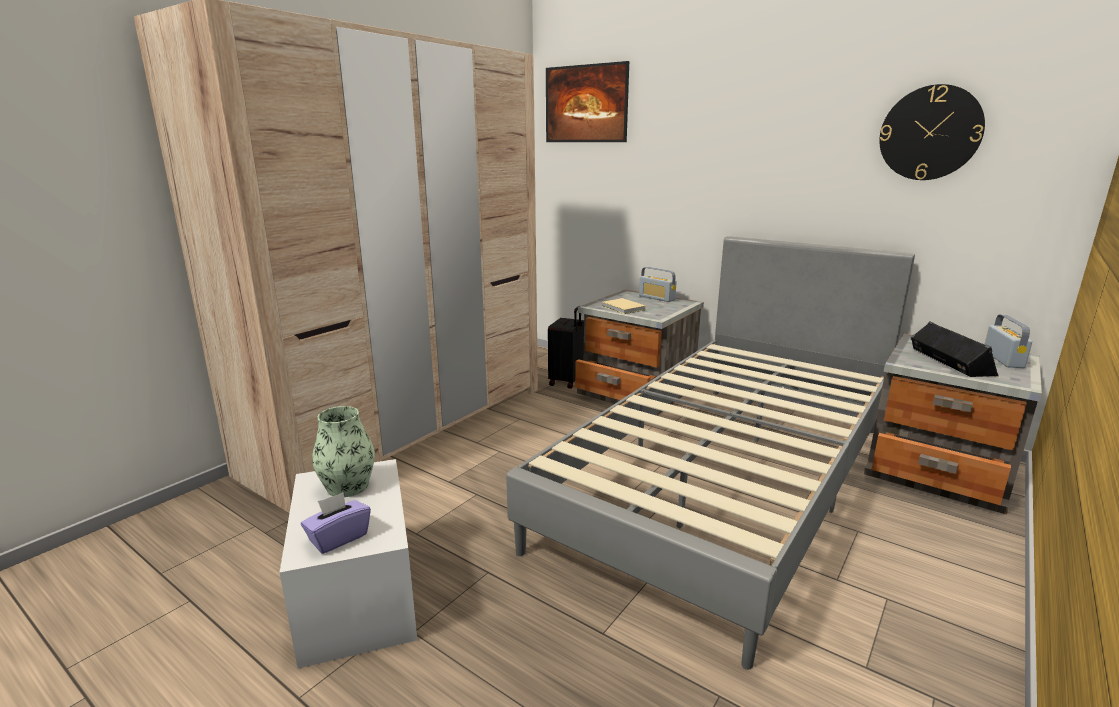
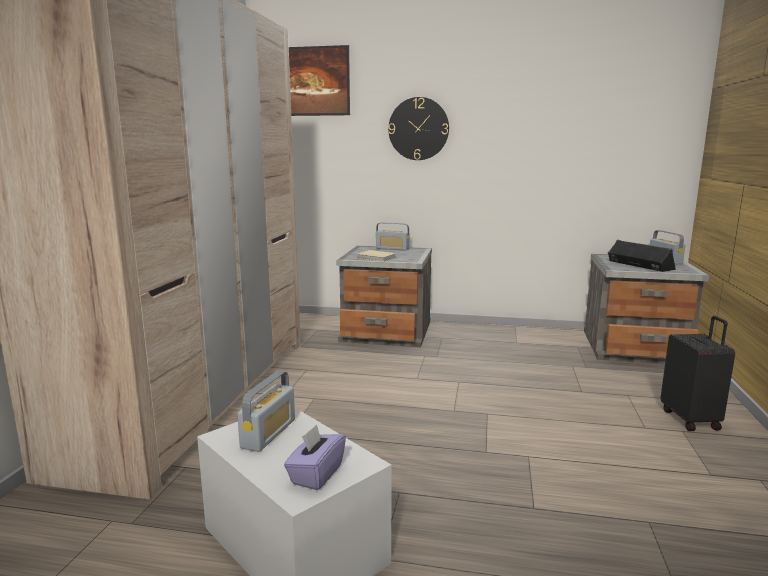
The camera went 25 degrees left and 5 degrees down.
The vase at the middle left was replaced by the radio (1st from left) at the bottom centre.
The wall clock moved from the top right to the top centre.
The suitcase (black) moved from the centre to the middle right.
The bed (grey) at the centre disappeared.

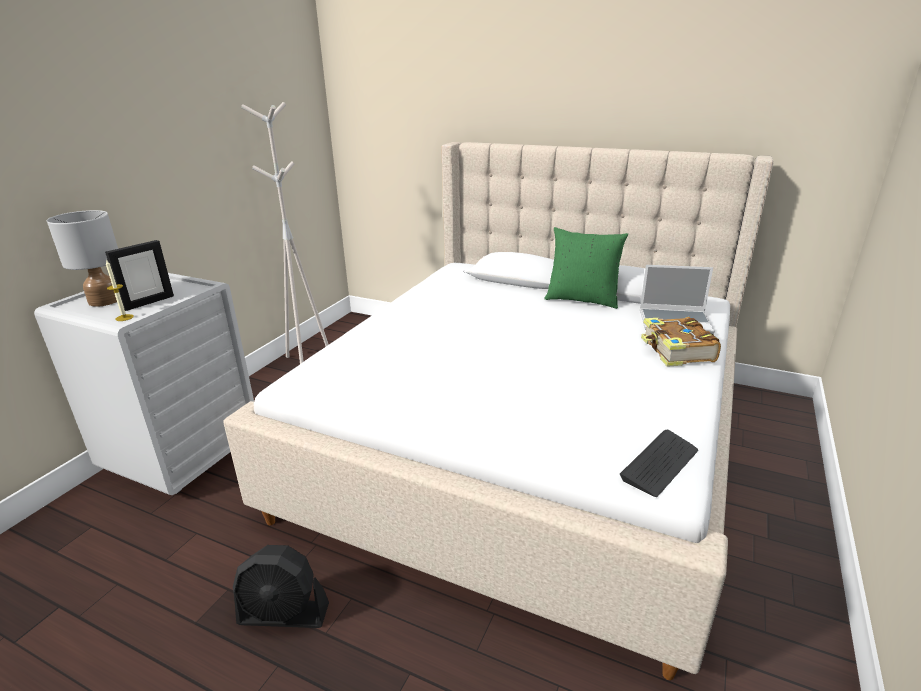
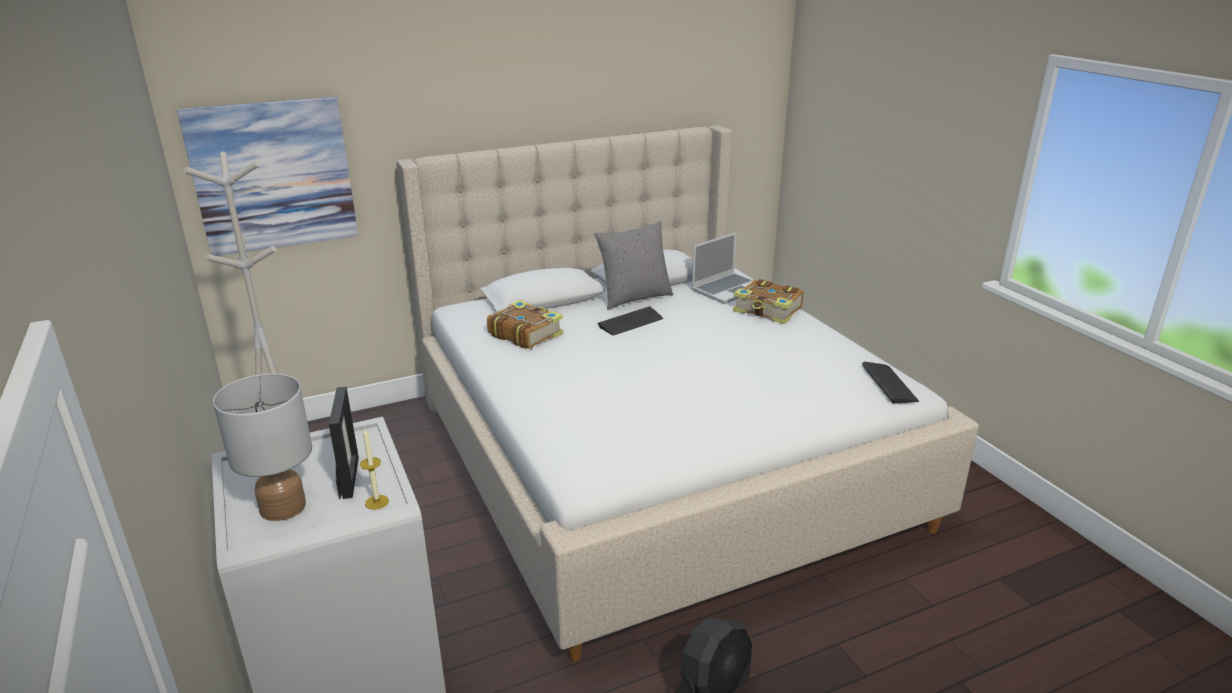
The camera went 50 degrees left and 0 degrees up.
The picture at the top left appeared.
The book (1st from left) at the centre appeared.
The pillow (green) at the centre became the pillow (grey) at the centre.
The keyboard (1st from left) at the centre appeared.

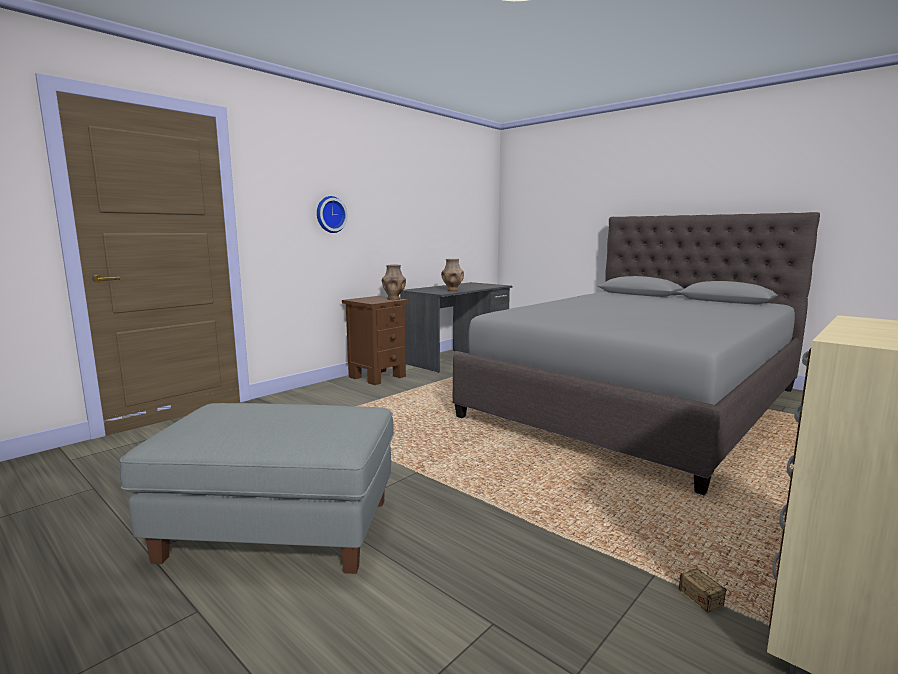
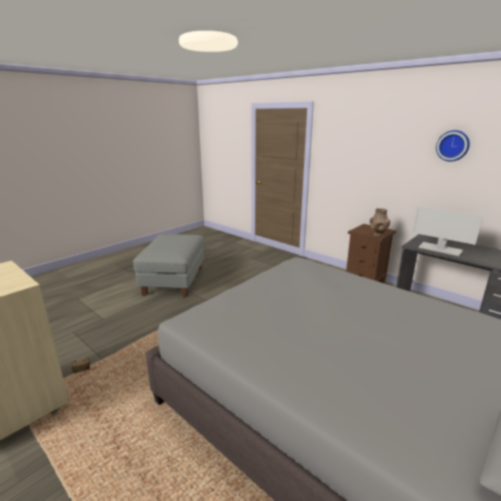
The camera went 90 degrees right and 10 degrees up.
The vase (brown) (2nd from left) at the centre was replaced by the monitor at the middle right.
The wall clock moved from the top centre to the top right.

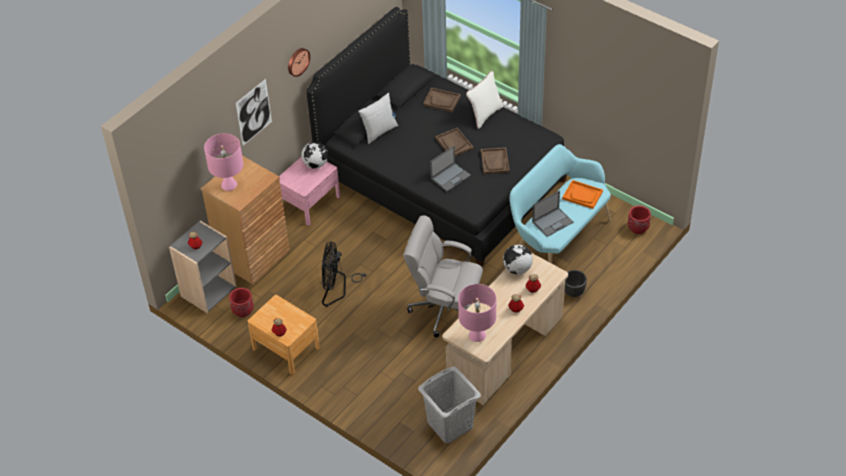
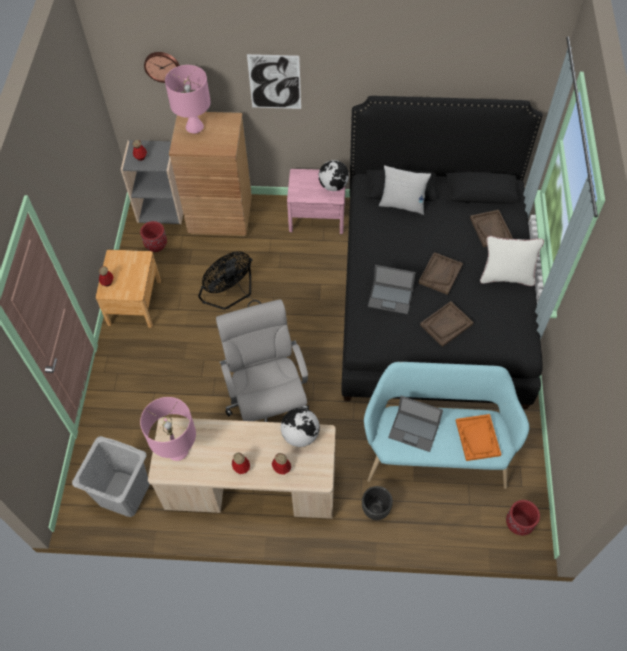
The camera went 55 degrees right and 10 degrees up.
The wall clock moved from the top centre to the top left.

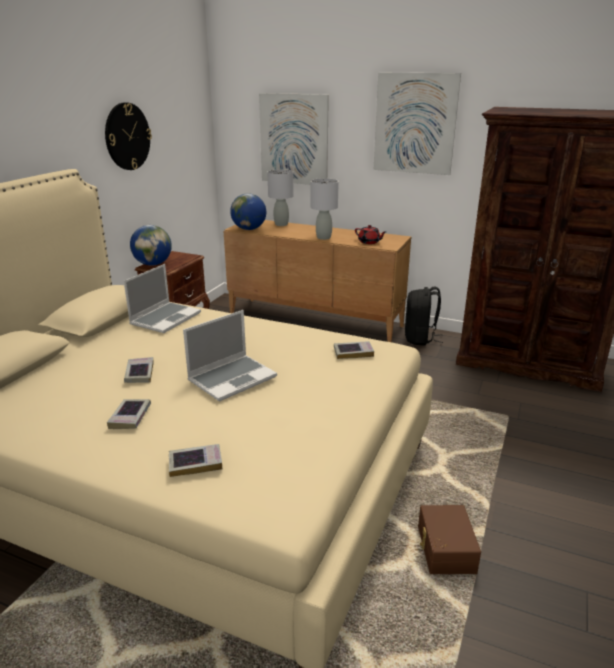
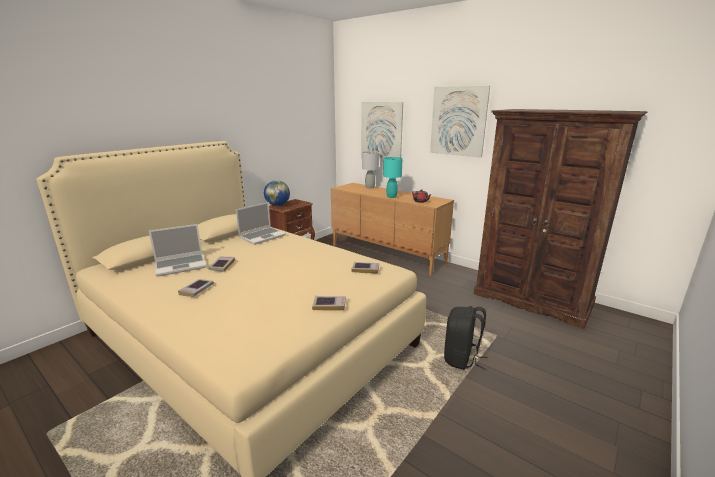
The camera went 15 degrees right and 5 degrees down.
The laptop (2nd from left in the first image) moved from the centre to the middle left.
The book (3rd from left) moved from the bottom left to the centre.
The table lamp (grey) (2nd from left) at the top centre became the table lamp (turquoise) at the centre.
The backpack (black) moved from the middle right to the bottom centre.
The wall clock at the top left disappeared.
The globe (2nd from left) at the top centre disappeared.
The storage box (brown) at the bottom right disappeared.

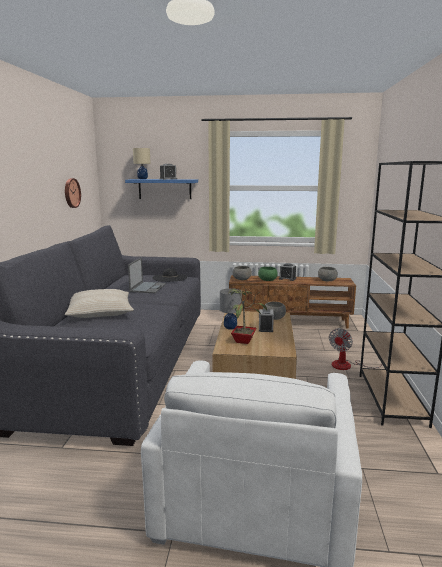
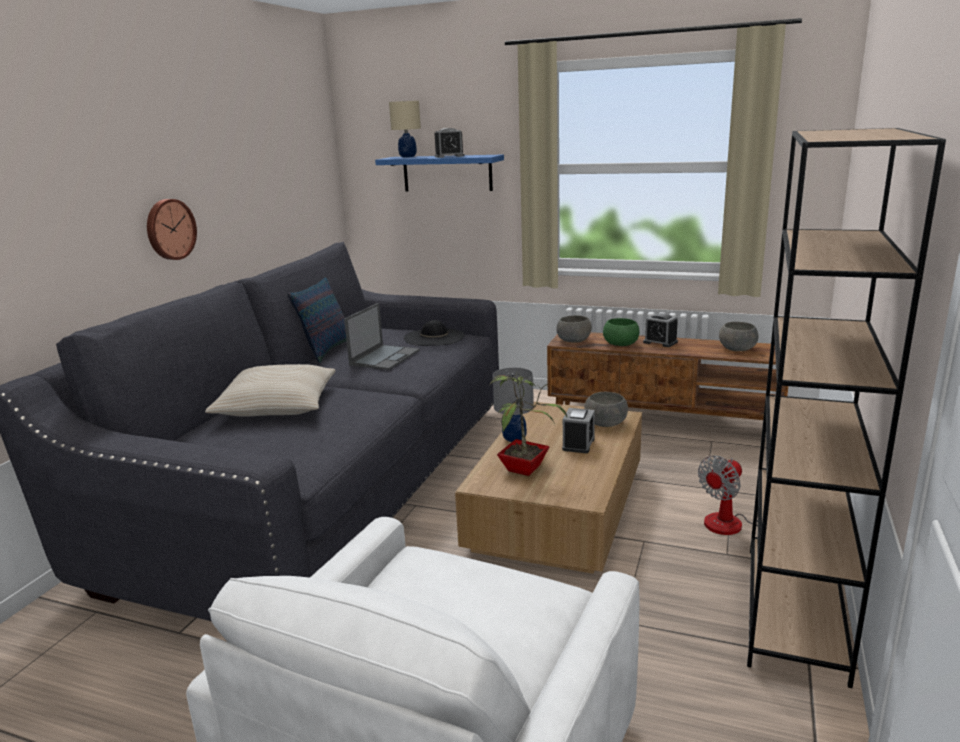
The camera went 15 degrees right and 5 degrees up.
The wall clock moved from the middle left to the top left.
The pillow (blue) at the middle left appeared.

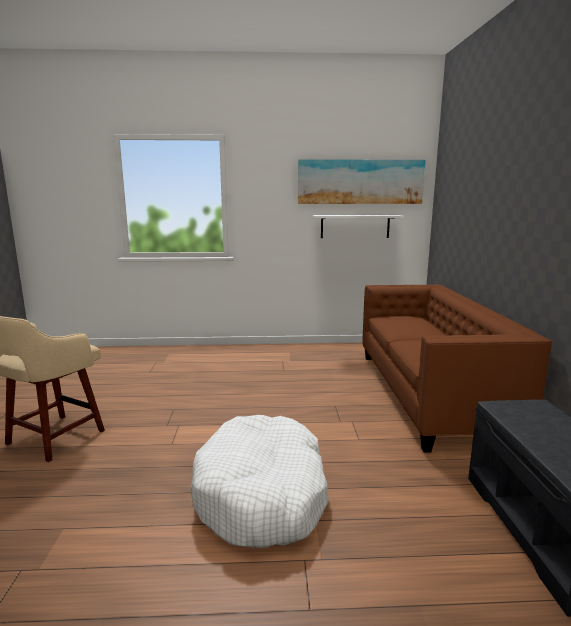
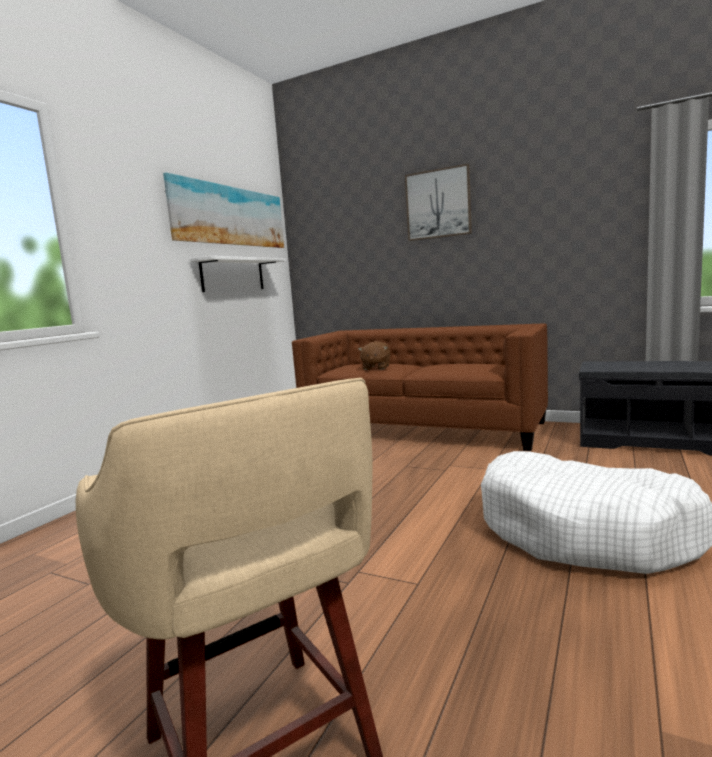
The camera went 60 degrees left and 5 degrees down.
The plush toy (brown) at the centre appeared.
The picture (2nd from left) at the top centre appeared.

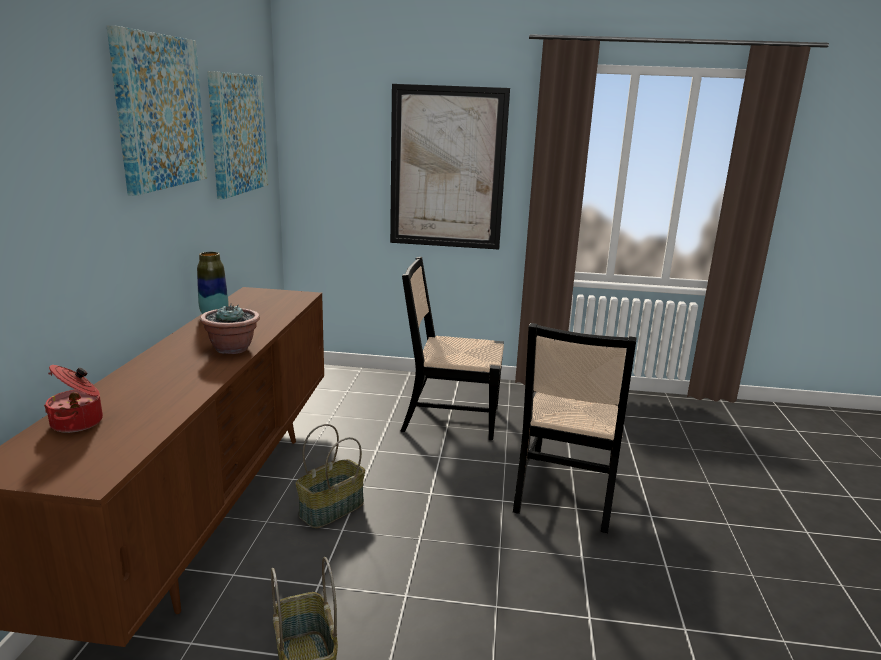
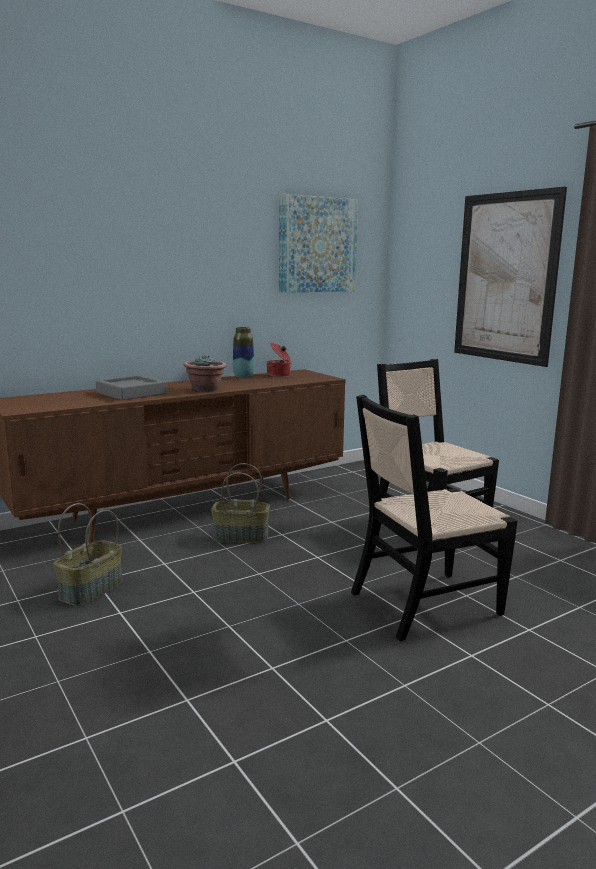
The camera went 50 degrees right and 5 degrees down.
The tray (grey) at the middle left appeared.
The cooking pot moved from the middle left to the centre.
The picture (1st from left) at the top left disappeared.

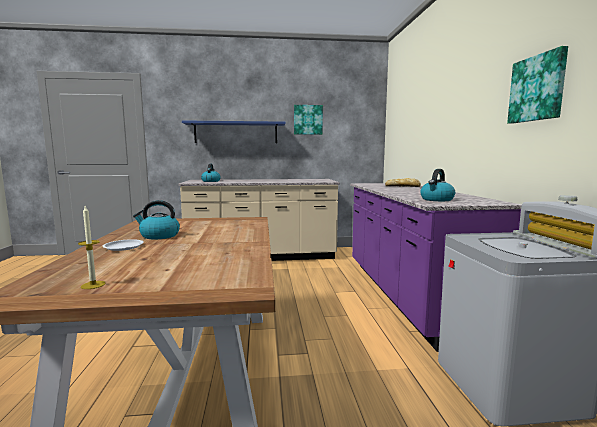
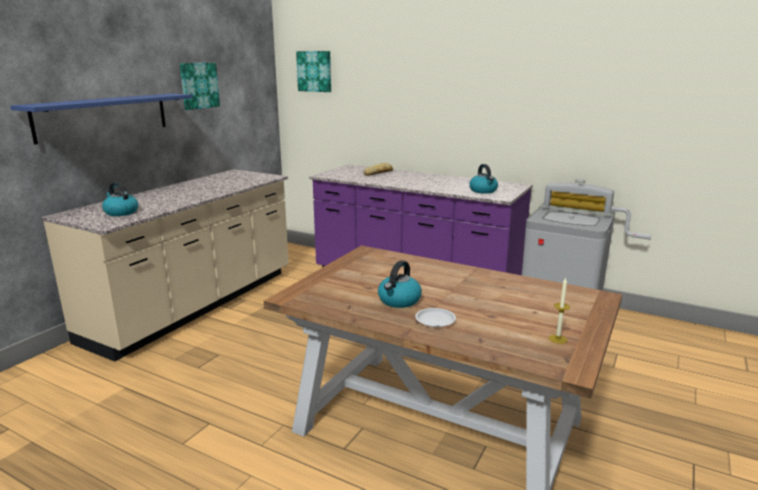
The camera went 55 degrees left and 10 degrees up.
The picture (2nd from left) moved from the top right to the top centre.

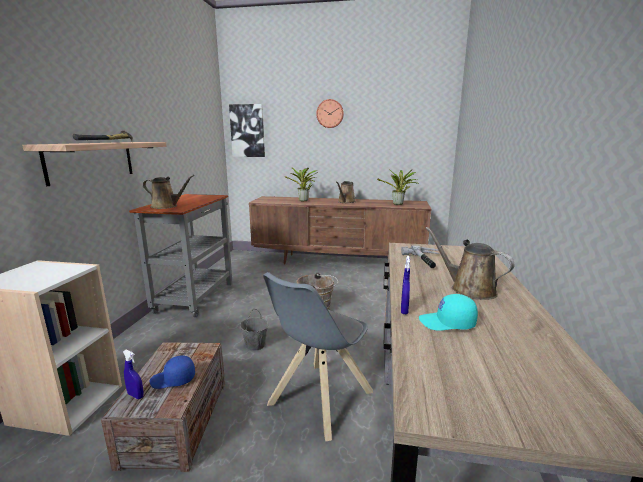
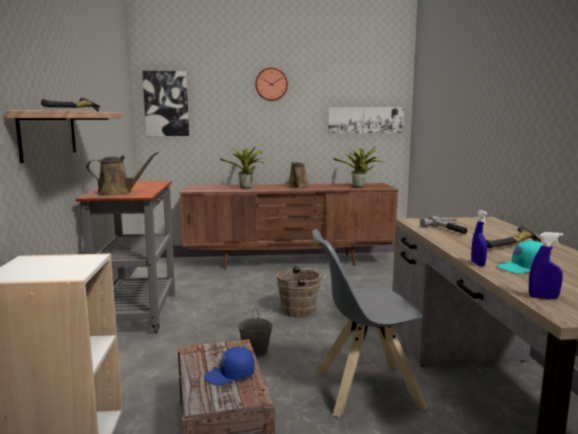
The camera went 15 degrees left and 5 degrees down.
The chair (grey) at the bottom centre turned 60 degrees clockwise.
The picture (2nd from left) at the top centre appeared.
The watering can (brown) (3rd from left) at the middle right was replaced by the hammer (3rd from left) at the middle right.
The spray bottle (blue) (1st from left in the first image) moved from the bottom left to the middle right.

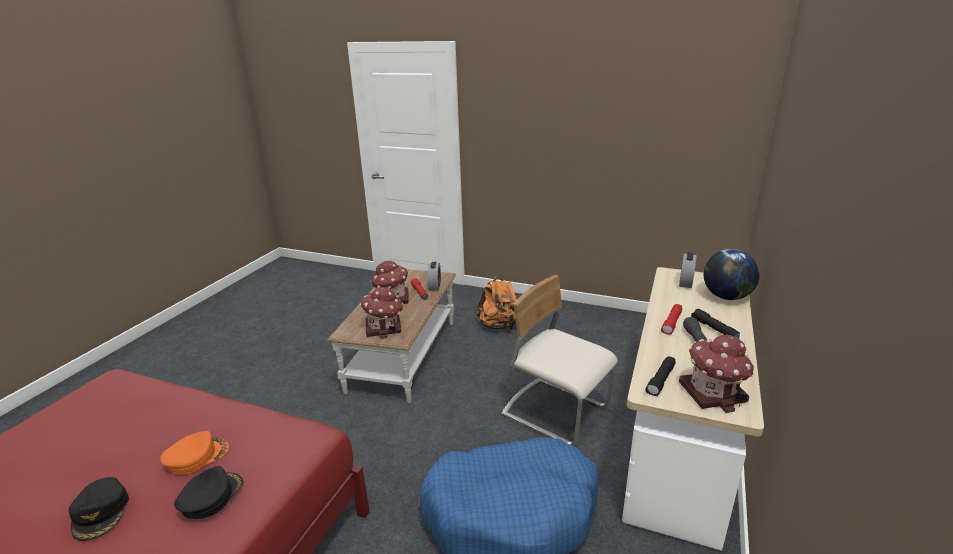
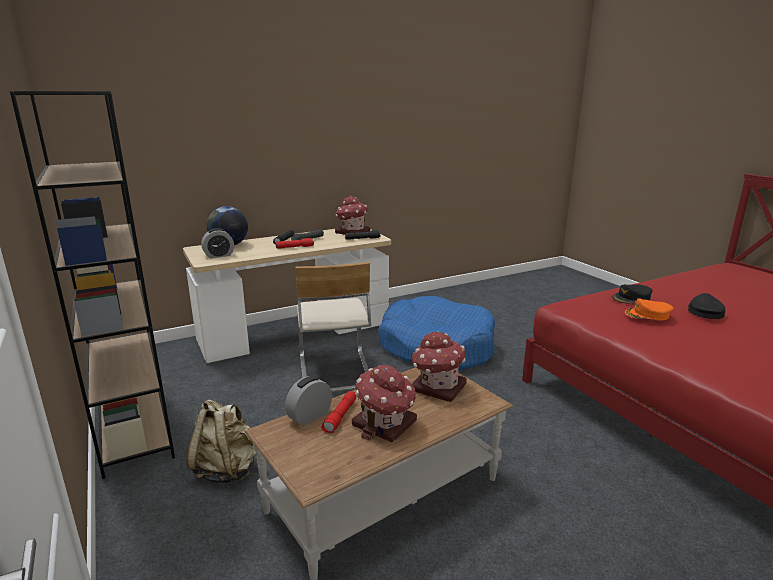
The camera went 140 degrees left and 5 degrees down.
The bookcase (beige) at the middle left appeared.
The backpack (orange) at the centre became the backpack (beige) at the bottom left.

